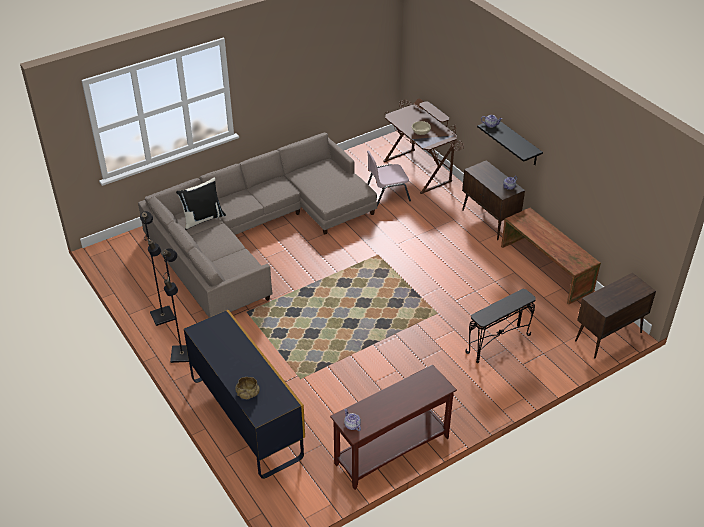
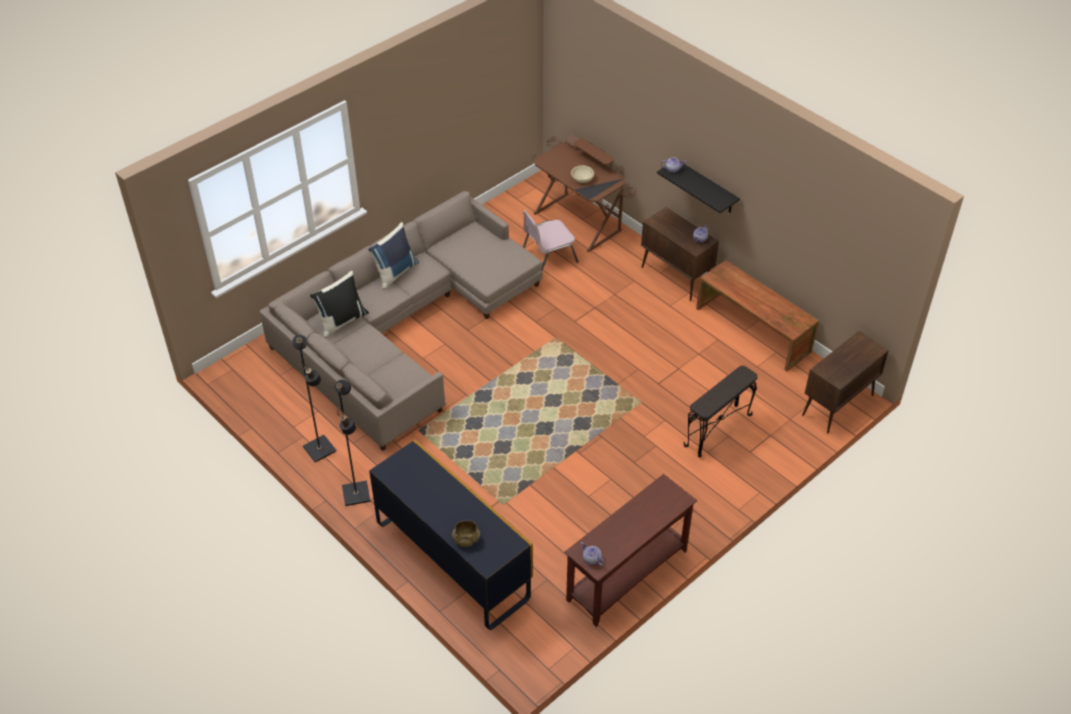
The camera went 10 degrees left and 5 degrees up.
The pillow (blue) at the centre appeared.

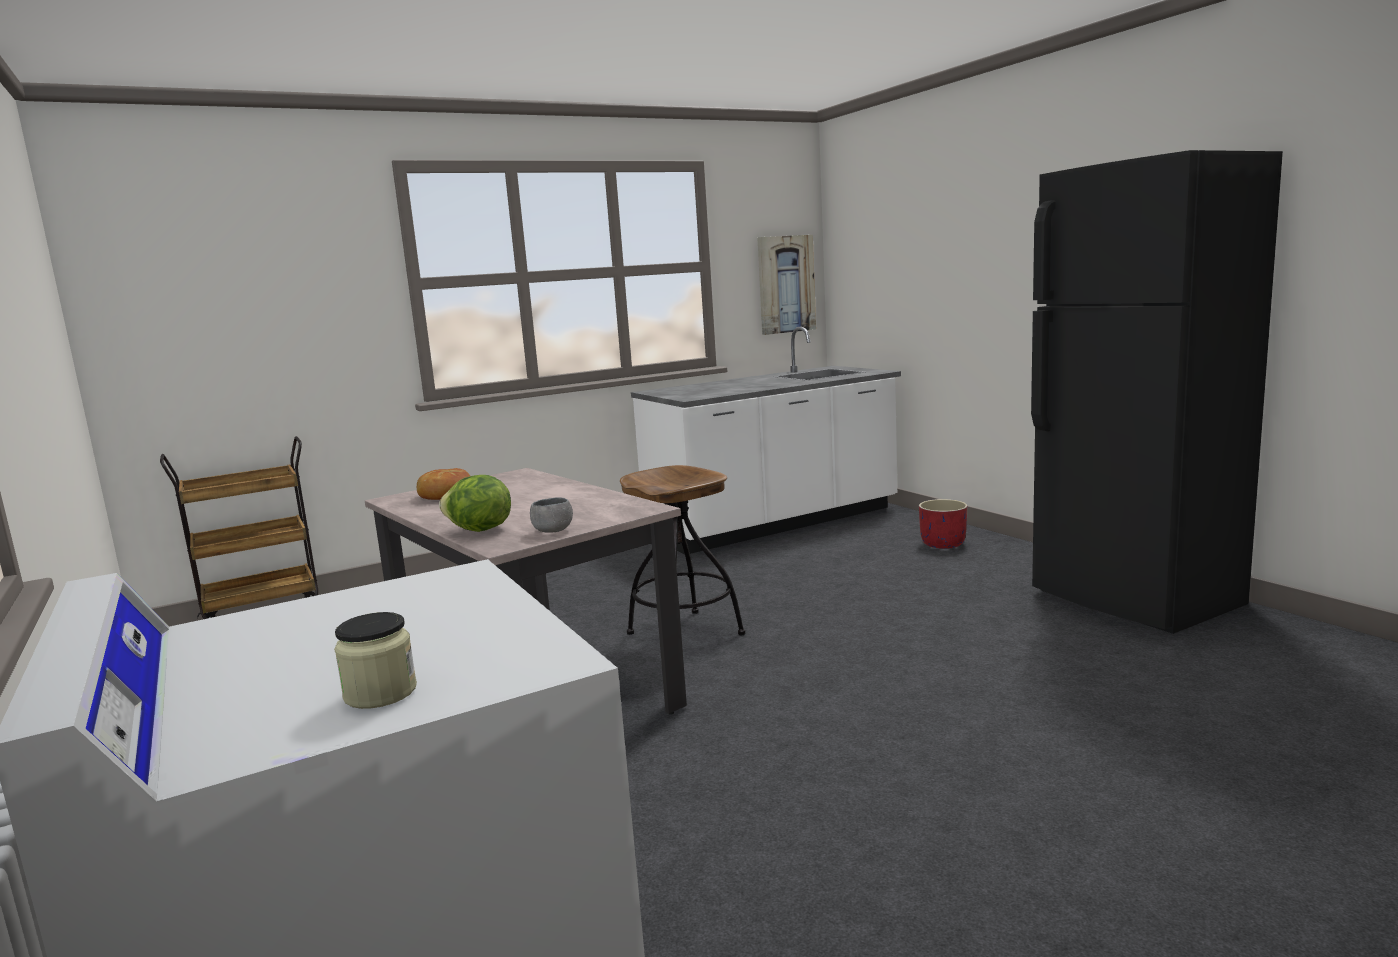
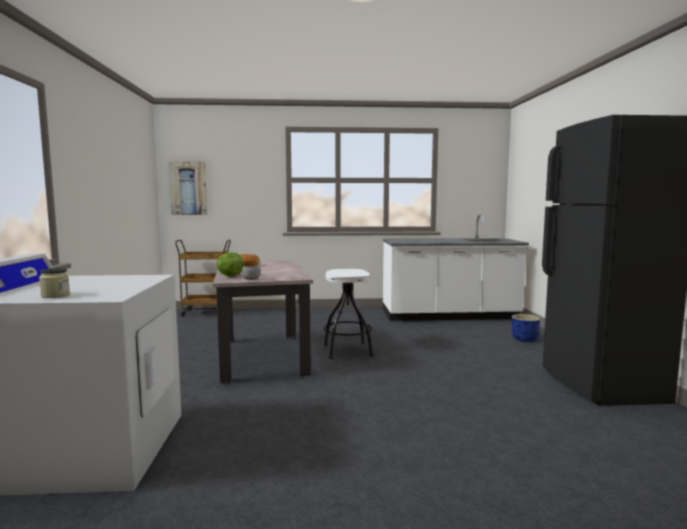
The camera went 25 degrees right and 5 degrees down.
The picture moved from the top centre to the middle left.
The stool (brown) at the centre became the stool (white) at the centre.
The planter (red) at the middle right became the planter (blue) at the middle right.

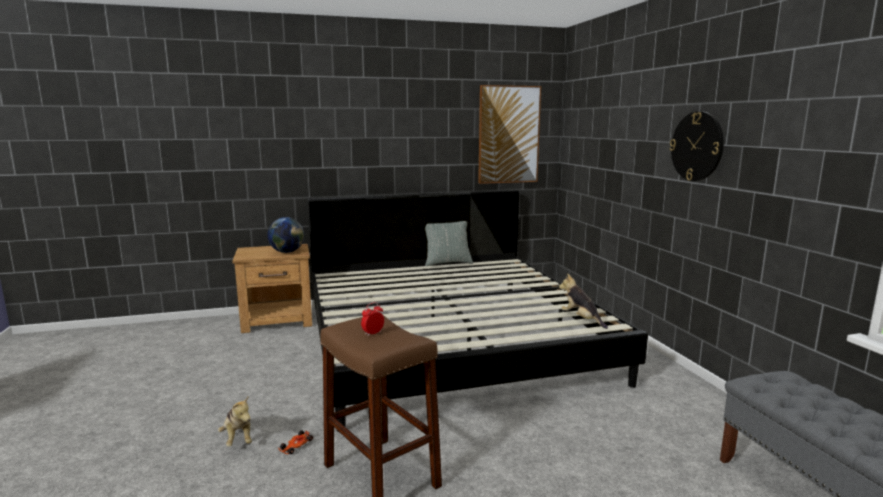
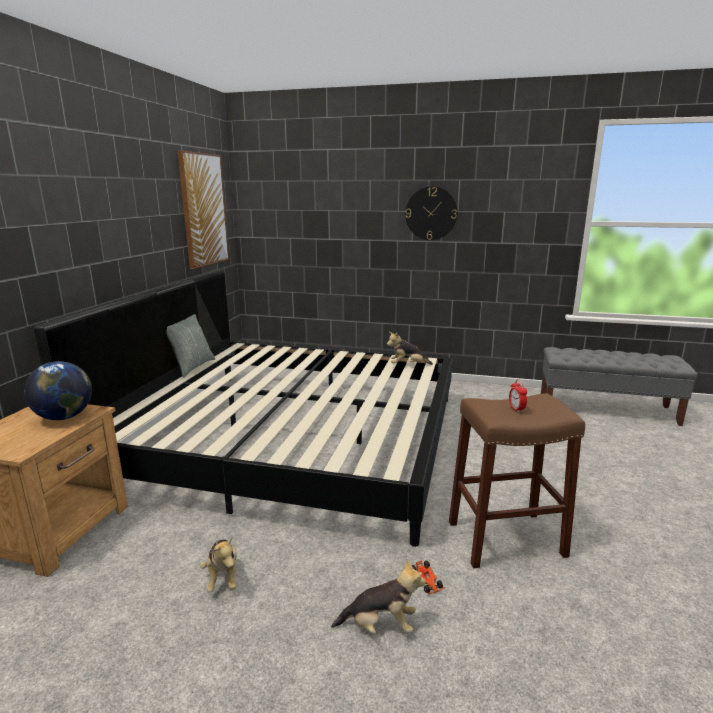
The camera went 60 degrees left and 5 degrees up.
The plush toy (1st from left) at the bottom left appeared.

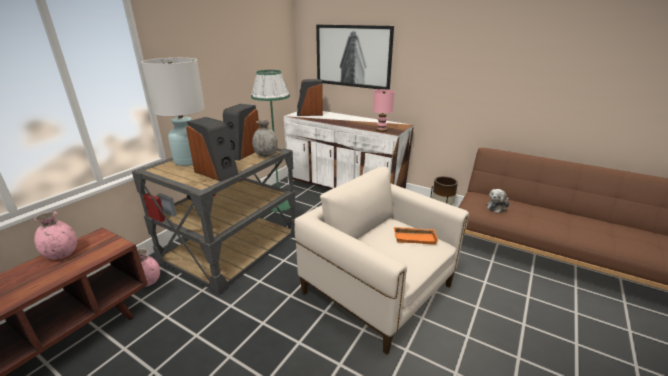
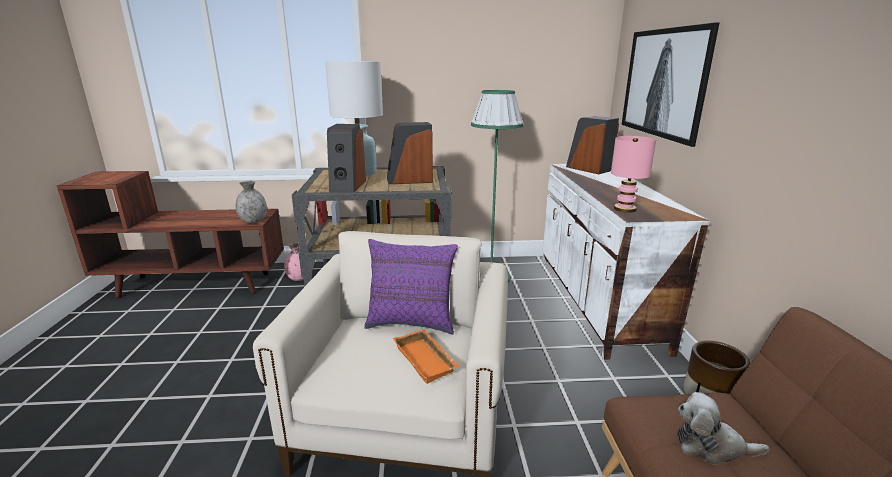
The camera went 55 degrees right and 5 degrees down.
The vase (grey) moved from the centre to the middle left.
The pillow (purple) at the centre appeared.
The vase (pink) (1st from left) at the middle left disappeared.

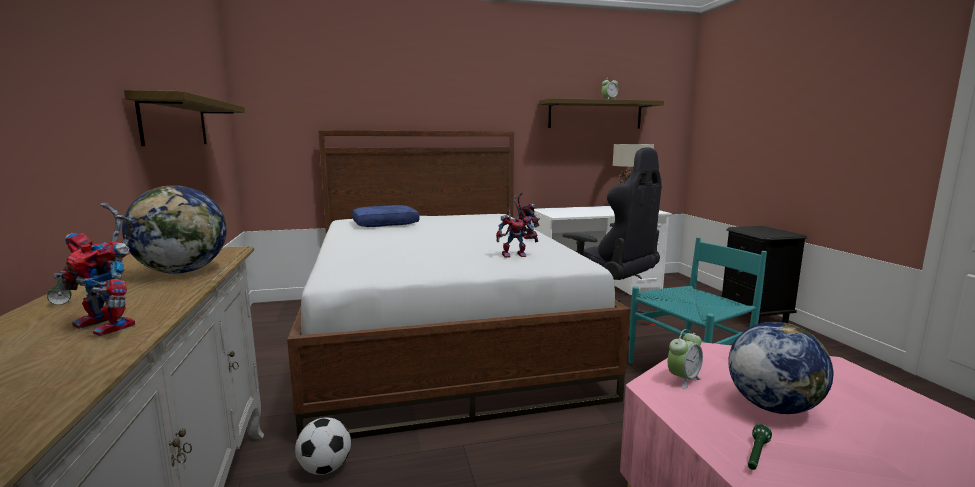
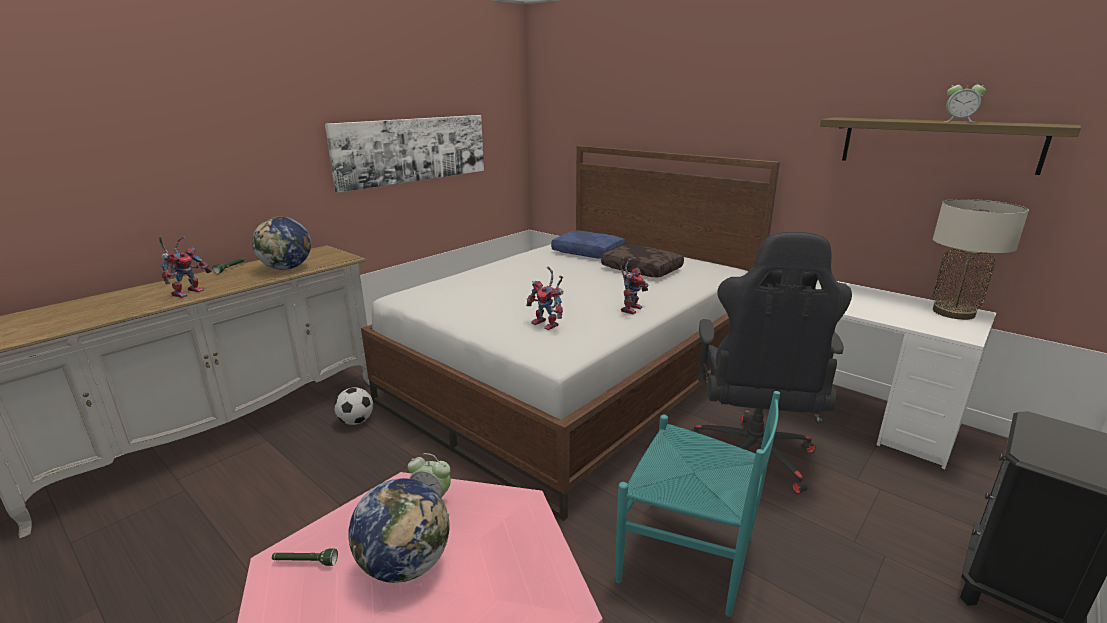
The camera went 55 degrees right and 10 degrees up.
The toy robot (1st from left) at the middle left turned 150 degrees counterclockwise.
The shelf (1st from left) at the top left was replaced by the picture at the top centre.
The pillow (brown) at the centre appeared.

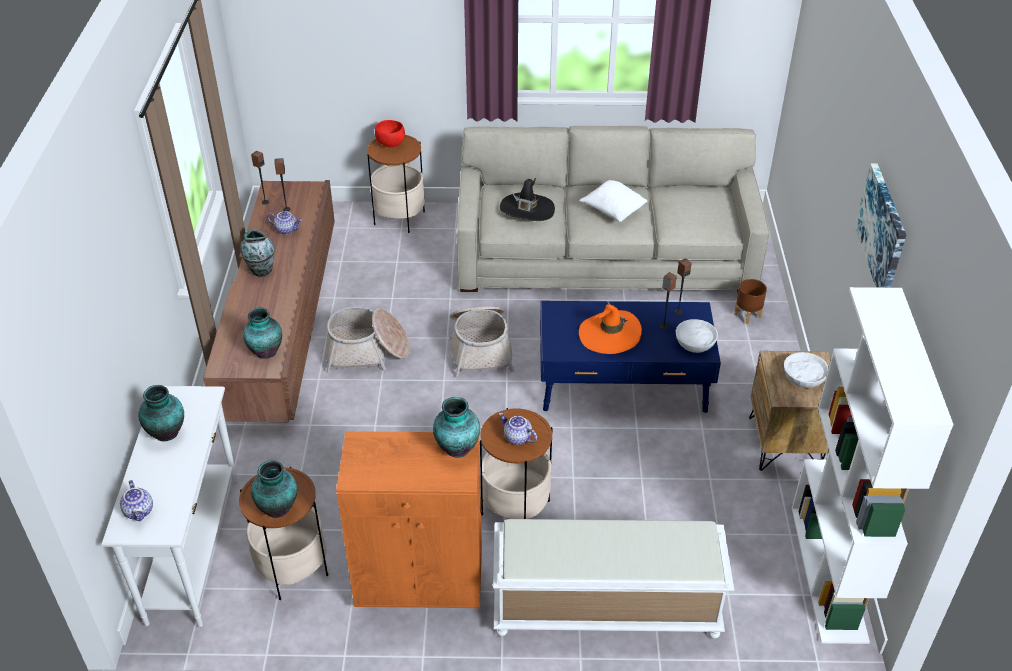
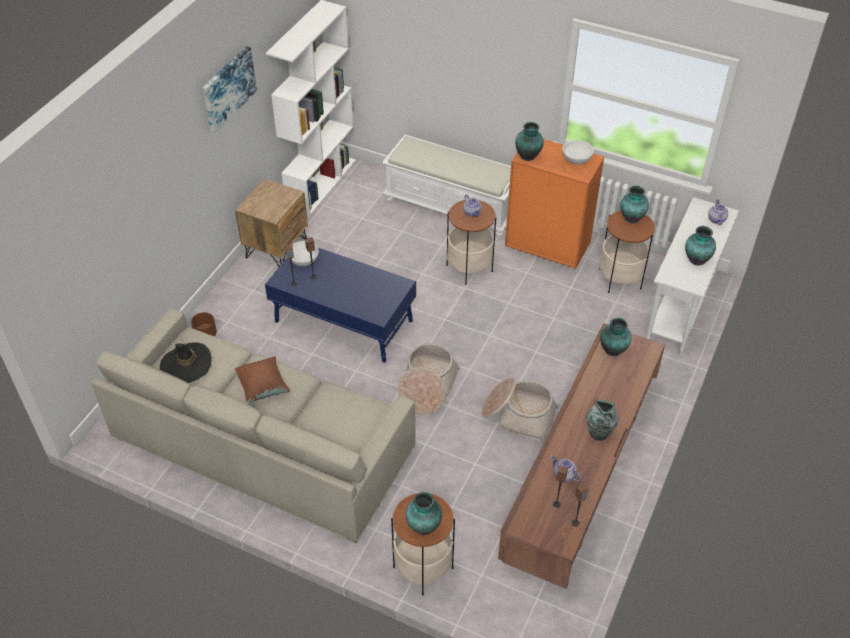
The camera went 155 degrees left and 5 degrees up.
The hat (black) moved from the top centre to the middle left.
The pillow (white) at the top centre became the pillow (brown) at the middle left.
The bowl (red) at the top centre was replaced by the vase (1st from left) at the bottom centre.
The bowl (white) (2nd from left) moved from the middle right to the top right.
The hat (orange) at the centre disappeared.

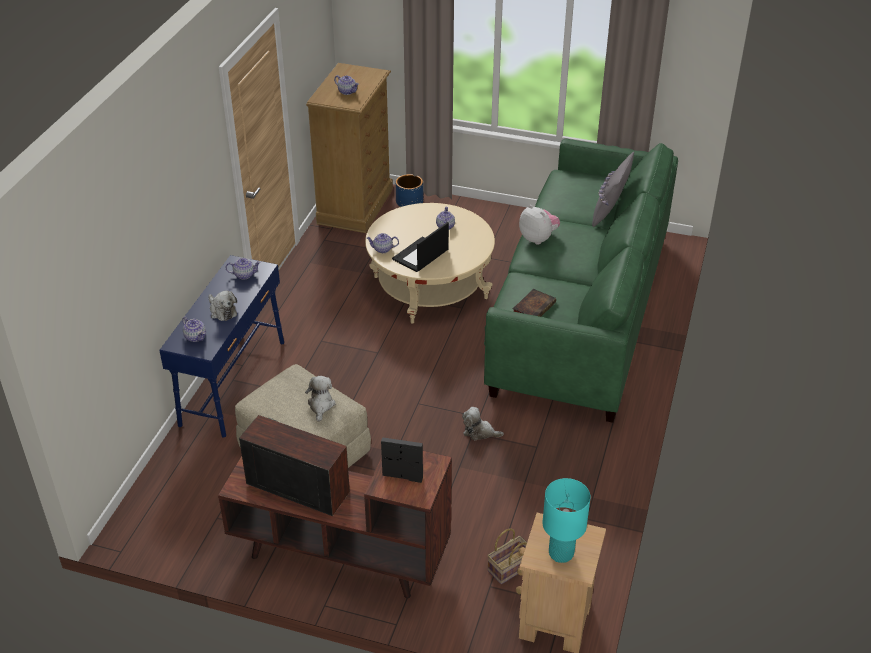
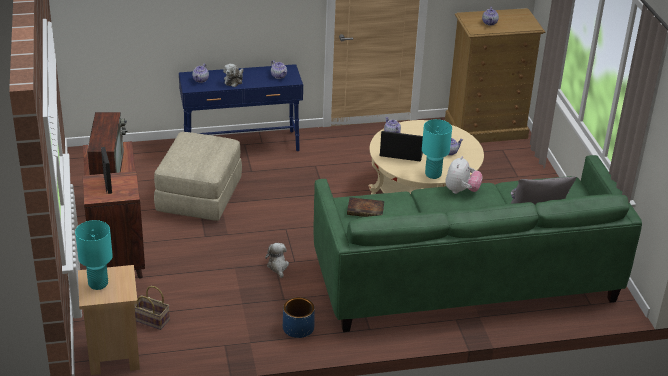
The camera went 60 degrees right and 5 degrees down.
The planter (blue) moved from the top centre to the bottom centre.
The table lamp (turquoise) (2nd from left) at the centre appeared.
The plush toy (2nd from left) at the centre disappeared.

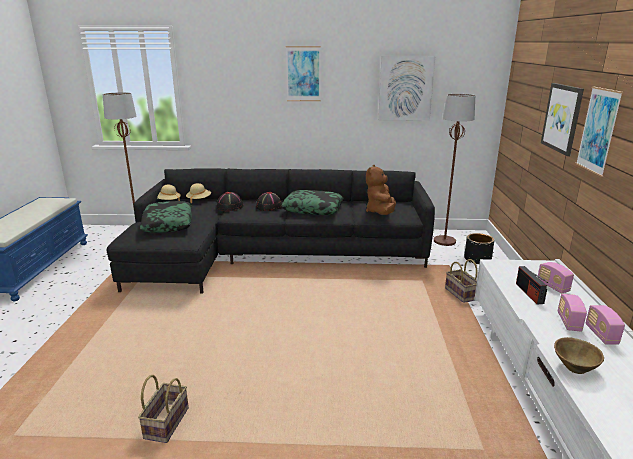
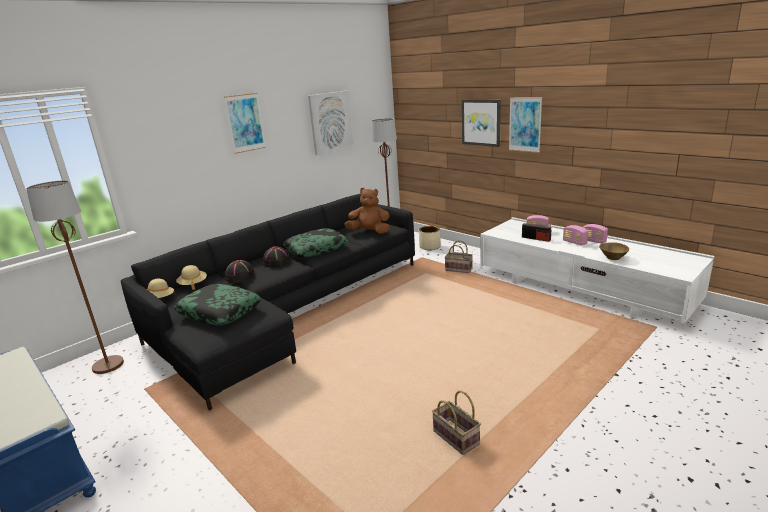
The camera went 45 degrees left and 0 degrees up.
The plush toy (brown) at the centre turned 135 degrees clockwise.
The planter (black) at the middle right became the planter (beige) at the centre.

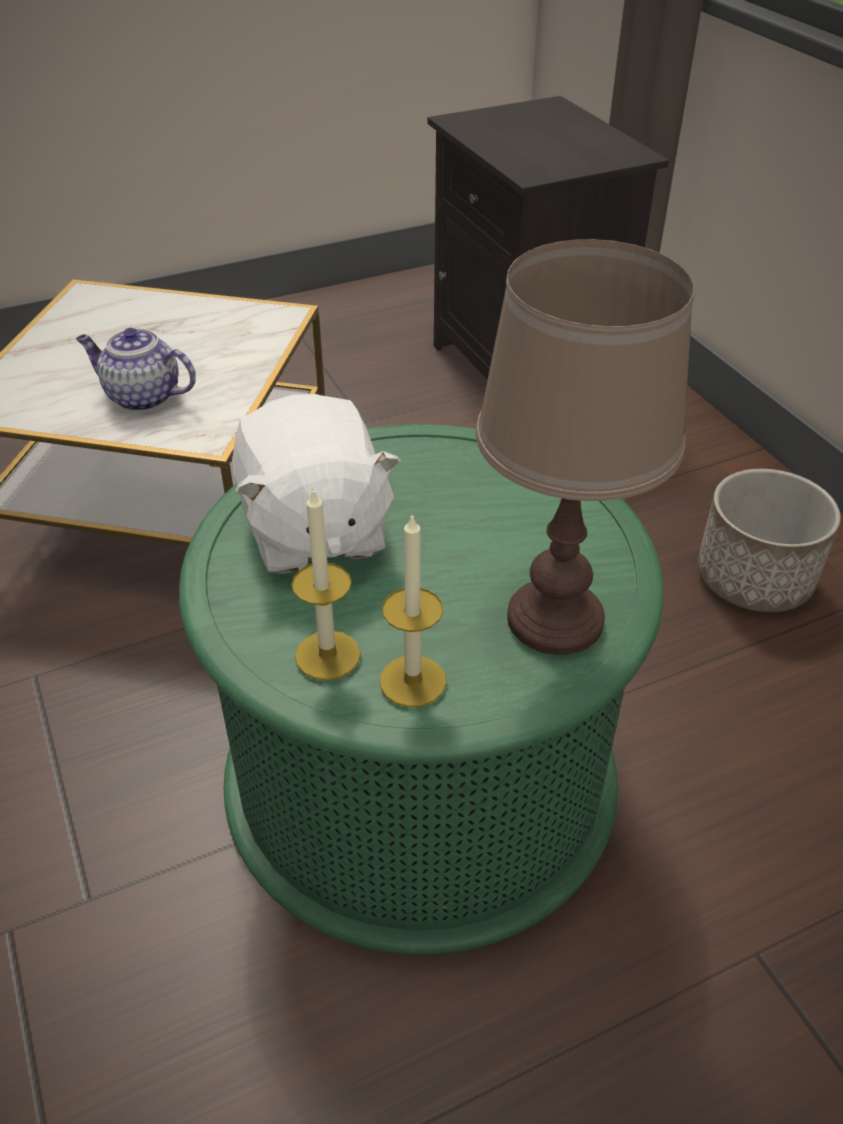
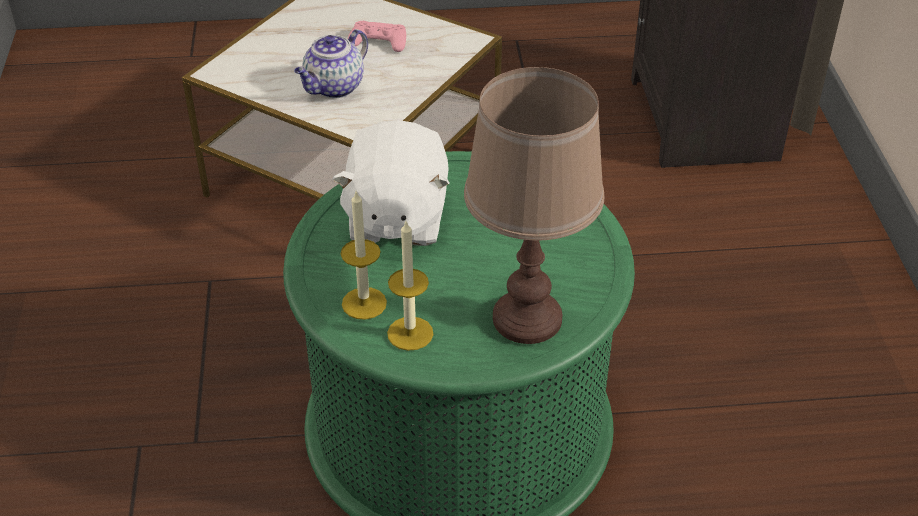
The camera went 20 degrees right and 0 degrees up.
The teapot at the top left turned 90 degrees counterclockwise.
The game controller (pink) at the top centre appeared.
The planter at the middle right disappeared.

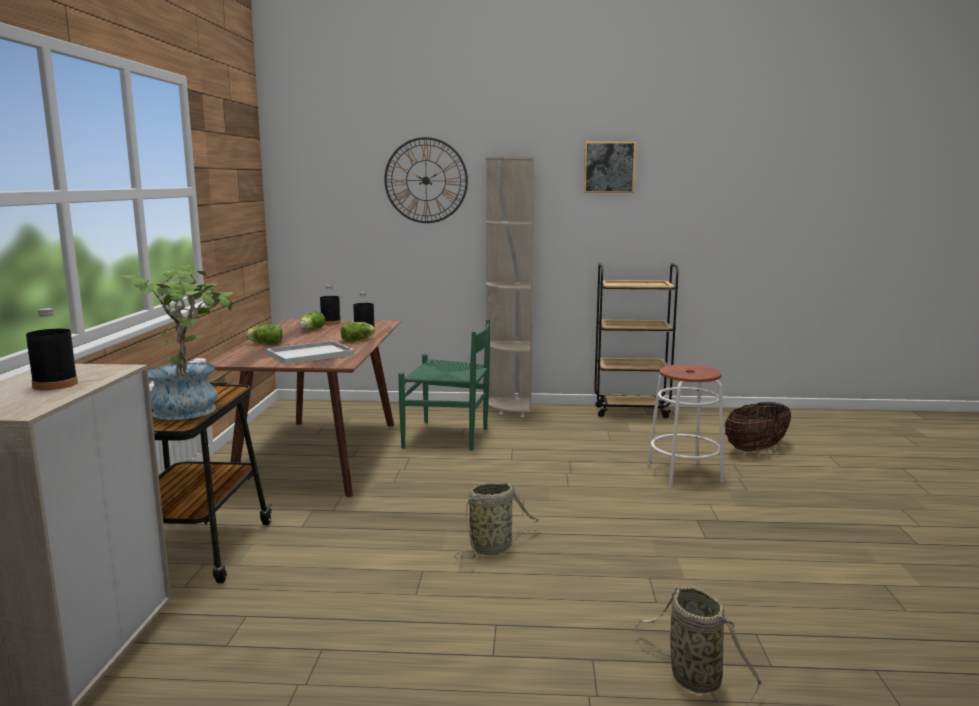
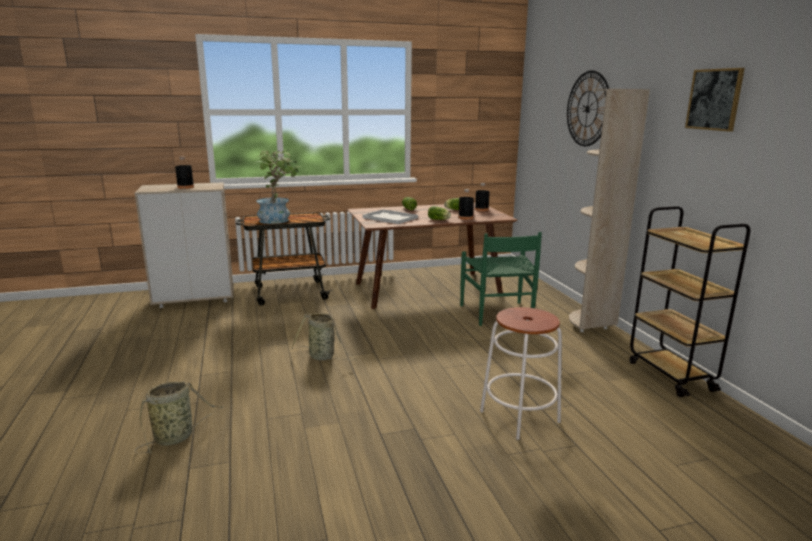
The camera went 70 degrees right and 5 degrees up.
The basket (3rd from left) at the middle right disappeared.

